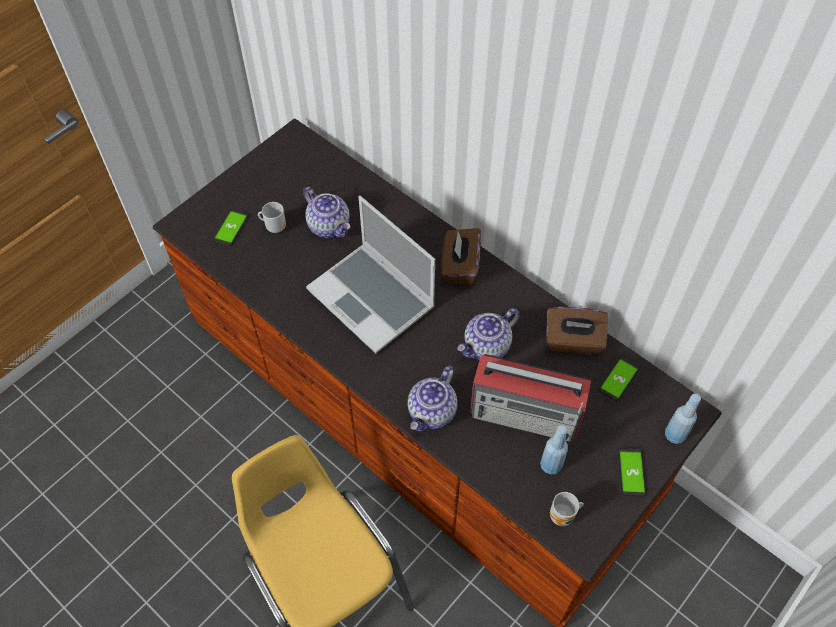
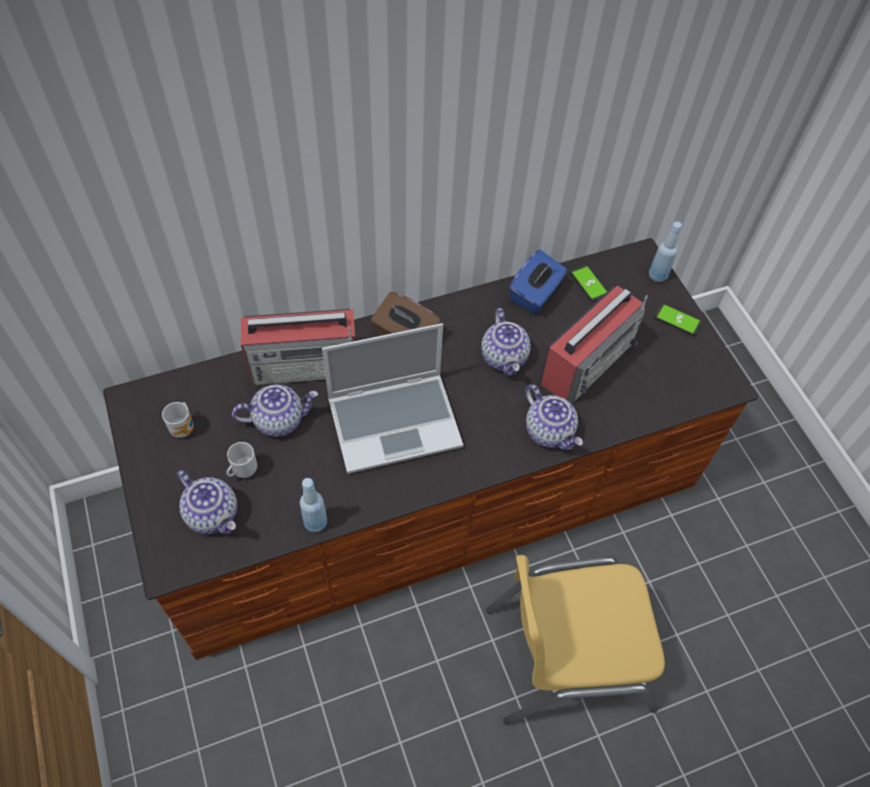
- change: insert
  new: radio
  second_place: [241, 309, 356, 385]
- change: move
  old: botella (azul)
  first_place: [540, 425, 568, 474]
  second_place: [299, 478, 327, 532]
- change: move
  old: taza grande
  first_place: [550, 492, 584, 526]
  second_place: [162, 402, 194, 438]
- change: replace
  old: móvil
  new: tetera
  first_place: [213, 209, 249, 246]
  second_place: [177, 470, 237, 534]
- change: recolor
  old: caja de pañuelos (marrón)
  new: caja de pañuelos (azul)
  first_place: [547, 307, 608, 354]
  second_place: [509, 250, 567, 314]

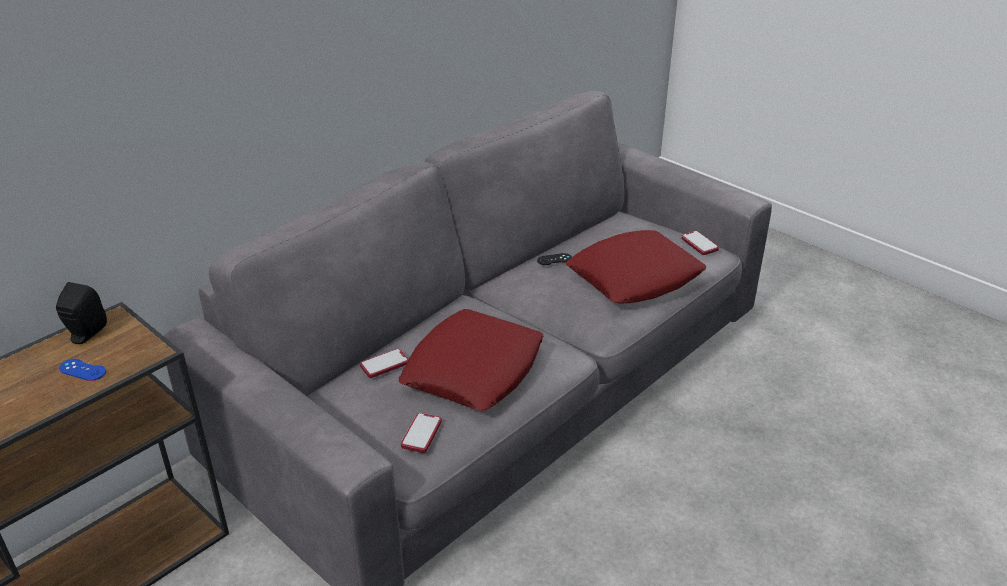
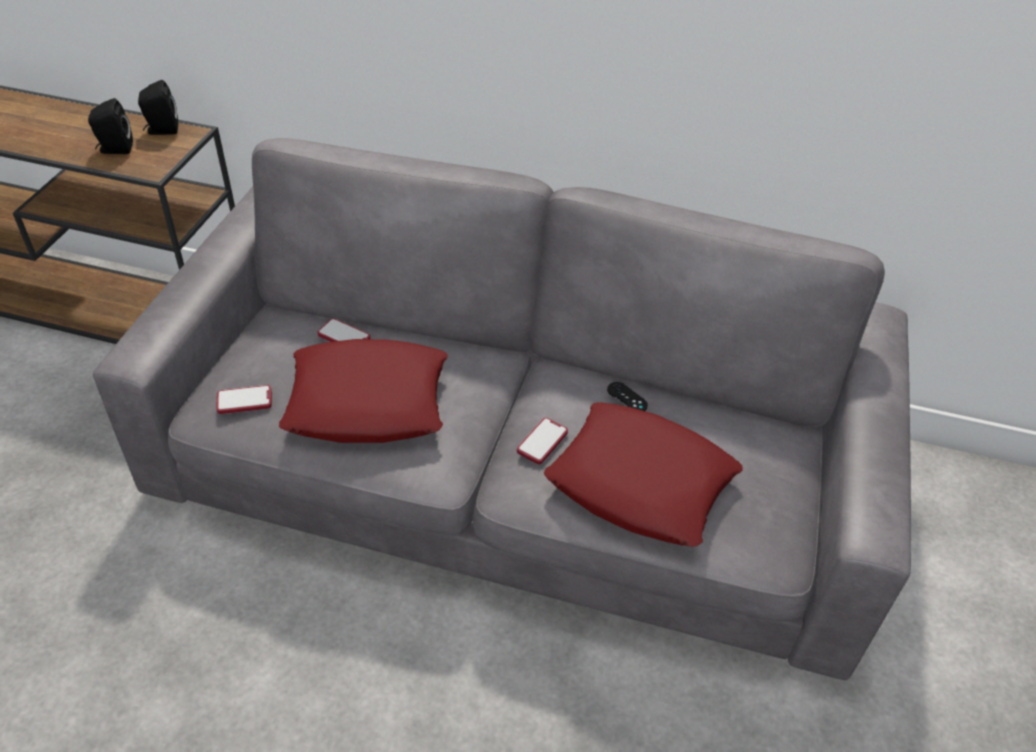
- change: move
  old: móvil
  first_place: [681, 231, 719, 255]
  second_place: [517, 418, 568, 464]
- change: replace
  old: mando de consola (azul)
  new: altavoz (negro)
  first_place: [59, 359, 106, 381]
  second_place: [88, 98, 133, 154]

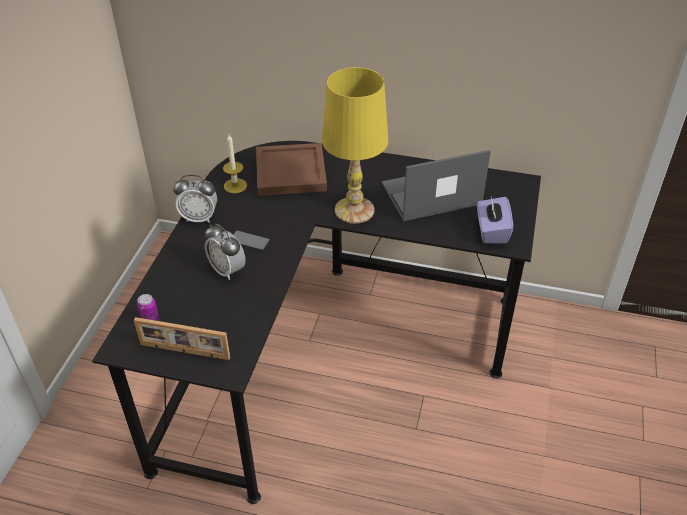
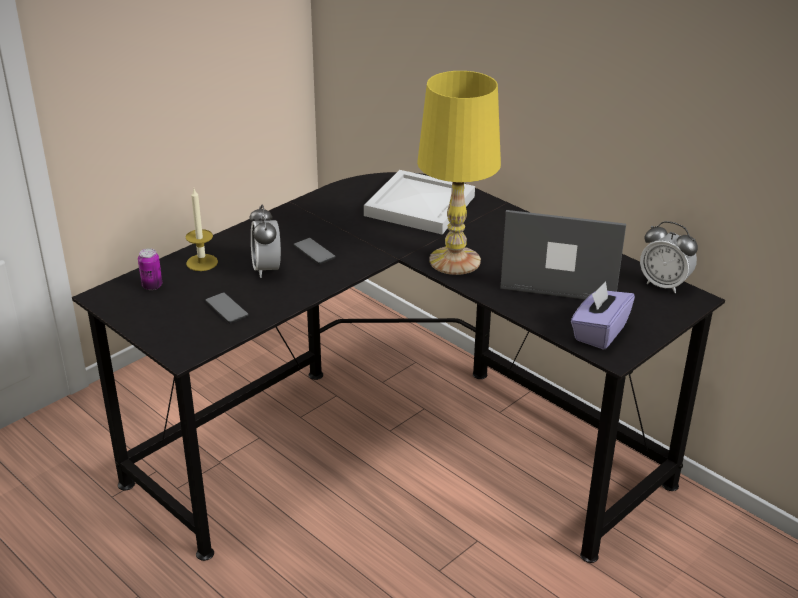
- change: delete
  old: portarretratos
  first_place: [134, 317, 230, 360]
- change: insert
  new: móvil
  second_place: [205, 292, 249, 324]
- change: move
  old: despertador
  first_place: [173, 175, 217, 223]
  second_place: [640, 221, 698, 293]
- change: move
  old: vela
  first_place: [223, 134, 247, 193]
  second_place: [186, 189, 218, 271]
- change: recolor
  old: bandeja (marrón)
  new: bandeja (blanco)
  first_place: [256, 143, 327, 196]
  second_place: [364, 170, 475, 234]

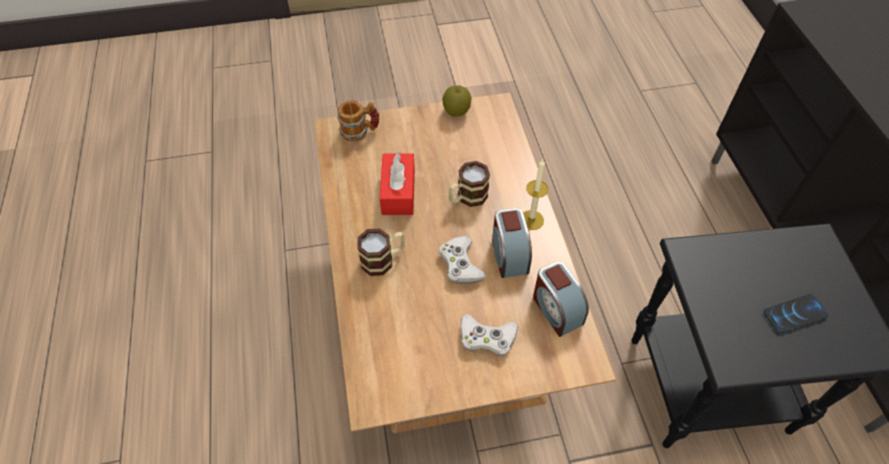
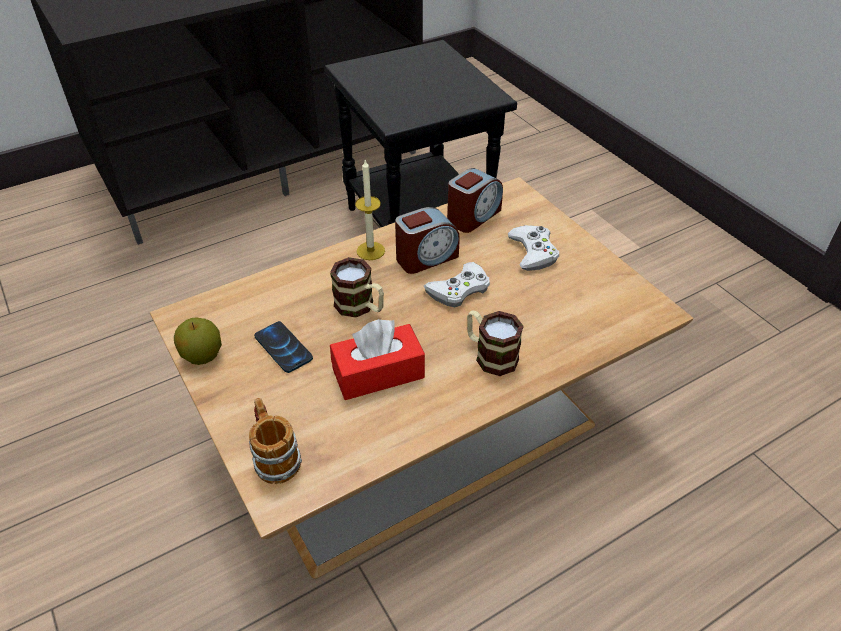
- change: move
  old: móvil
  first_place: [763, 294, 829, 333]
  second_place: [254, 321, 313, 373]

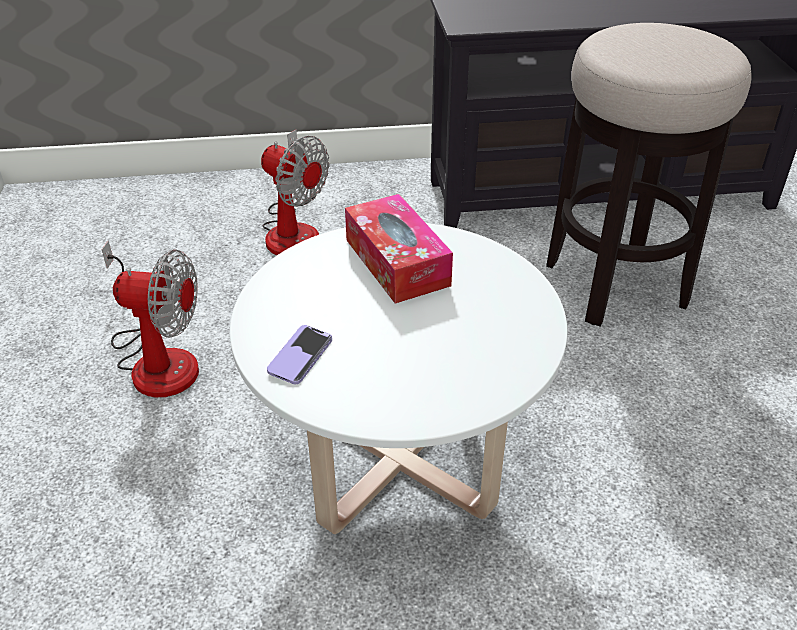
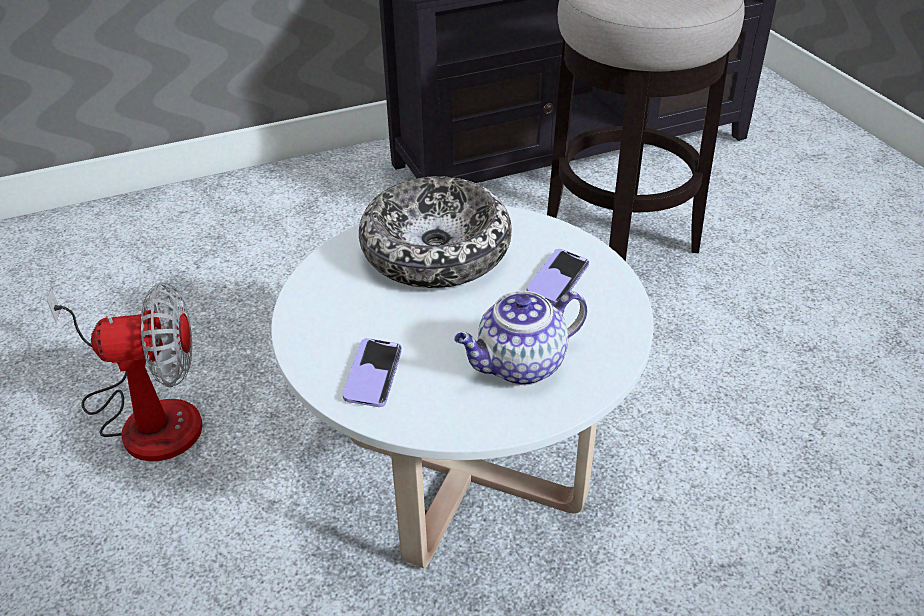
- change: delete
  old: ventilador
  first_place: [261, 130, 330, 255]
- change: insert
  new: tetera
  second_place: [454, 291, 587, 385]
- change: insert
  new: móvil
  second_place: [527, 249, 589, 304]
- change: replace
  old: caja de pañuelos
  new: cuenco
  first_place: [345, 194, 453, 304]
  second_place: [359, 176, 512, 288]

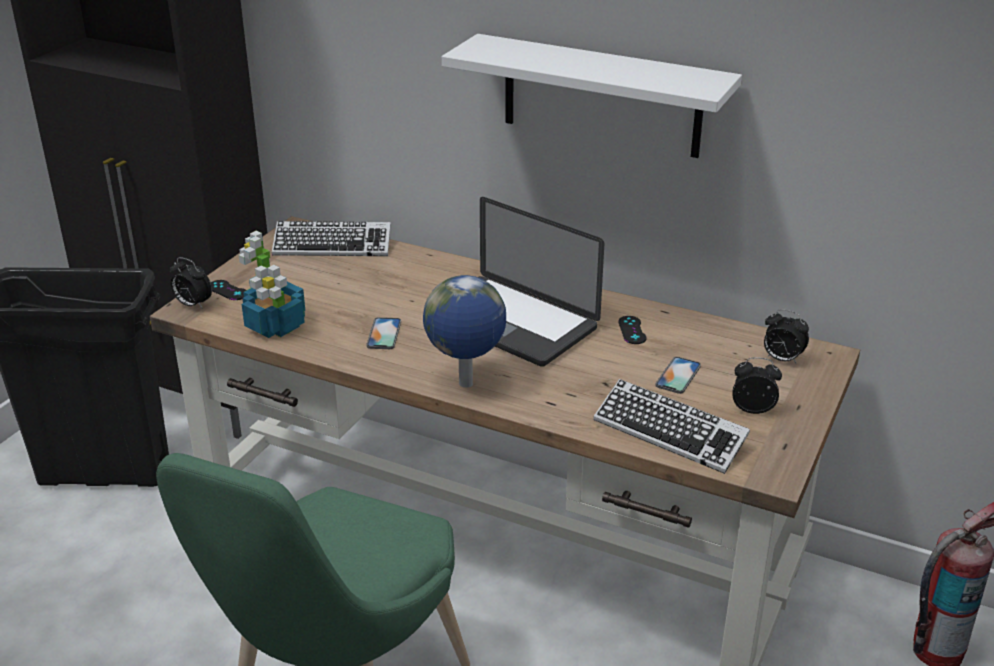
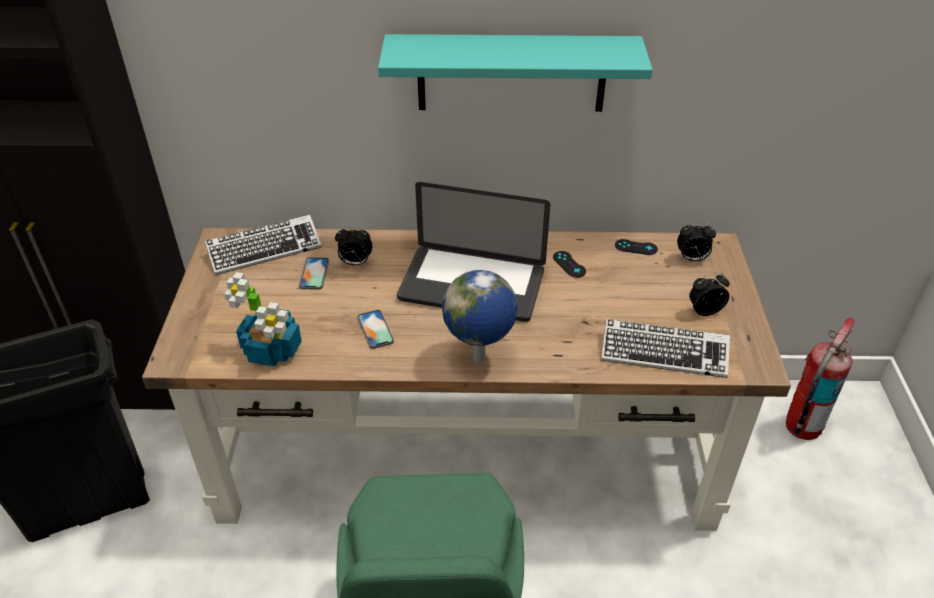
- change: move
  old: despertador
  first_place: [170, 257, 212, 309]
  second_place: [335, 226, 373, 266]
- change: move
  old: mando de consola (negro)
  first_place: [211, 280, 246, 300]
  second_place: [615, 239, 658, 255]
- change: move
  old: móvil
  first_place: [656, 357, 701, 394]
  second_place: [299, 257, 329, 290]
- change: recolor
  old: estante (blanco)
  new: estante (turquesa)
  first_place: [442, 34, 742, 158]
  second_place: [378, 34, 653, 112]

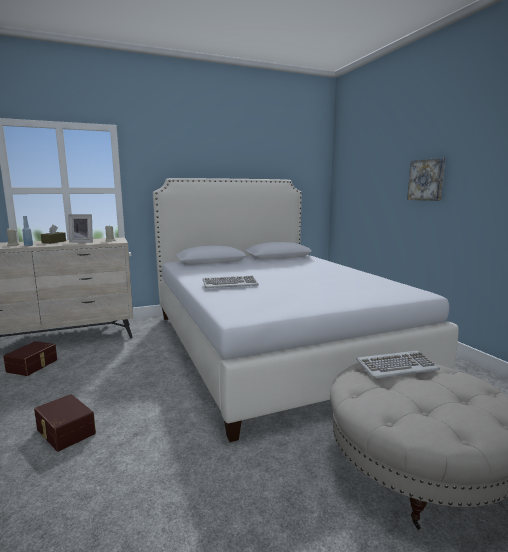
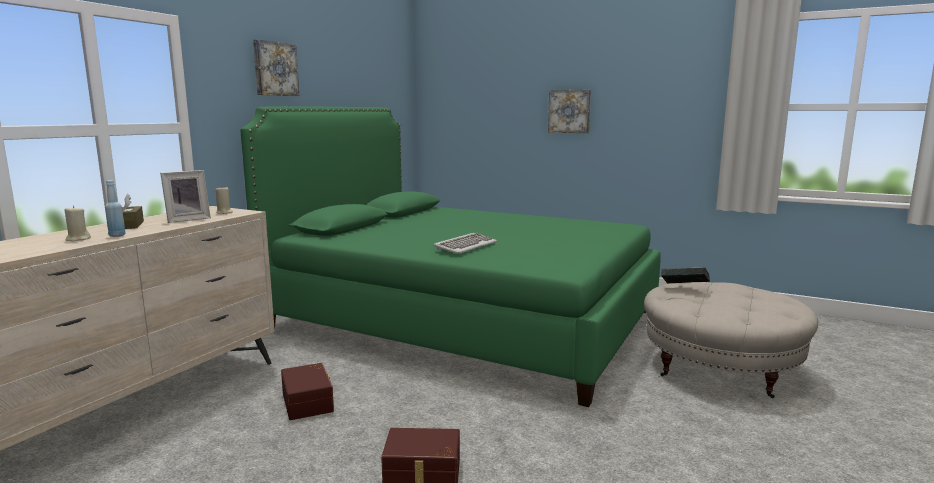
- change: insert
  new: cuadro
  second_place: [253, 39, 299, 96]
- change: move
  old: caja de almacenaje (marrón)
  first_place: [3, 341, 57, 376]
  second_place: [281, 363, 334, 420]
- change: replace
  old: teclado
  new: libro
  first_place: [356, 351, 440, 378]
  second_place: [661, 267, 710, 284]
- change: recolor
  old: cama (blanco)
  new: cama (verde)
  first_place: [153, 178, 459, 442]
  second_place: [241, 106, 661, 407]

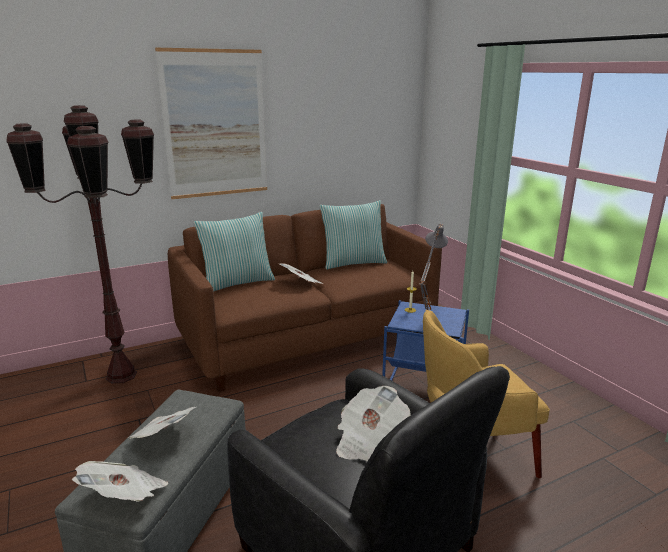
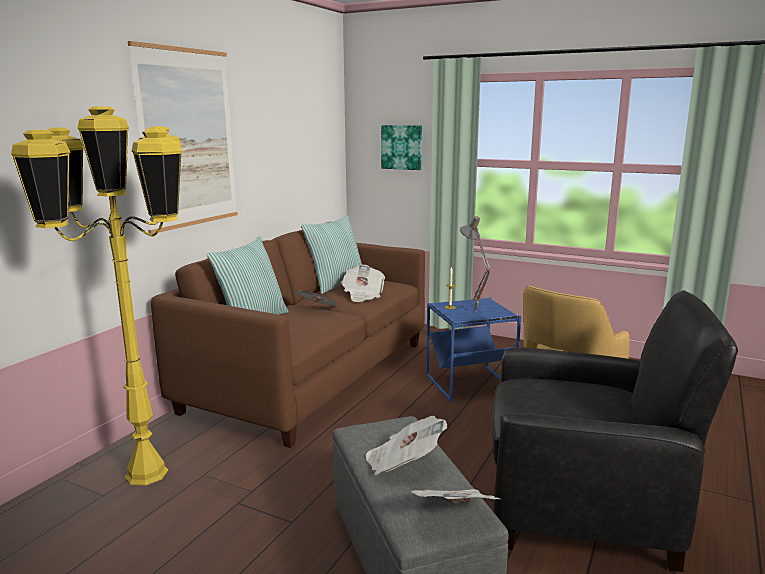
- change: insert
  new: cuadro
  second_place: [381, 125, 422, 170]
- change: move
  old: periódico
  first_place: [336, 386, 411, 461]
  second_place: [341, 265, 385, 302]
- change: recolor
  old: lámpara de pie (marrón)
  new: lámpara de pie (amarillo)
  first_place: [6, 105, 154, 384]
  second_place: [11, 106, 182, 486]

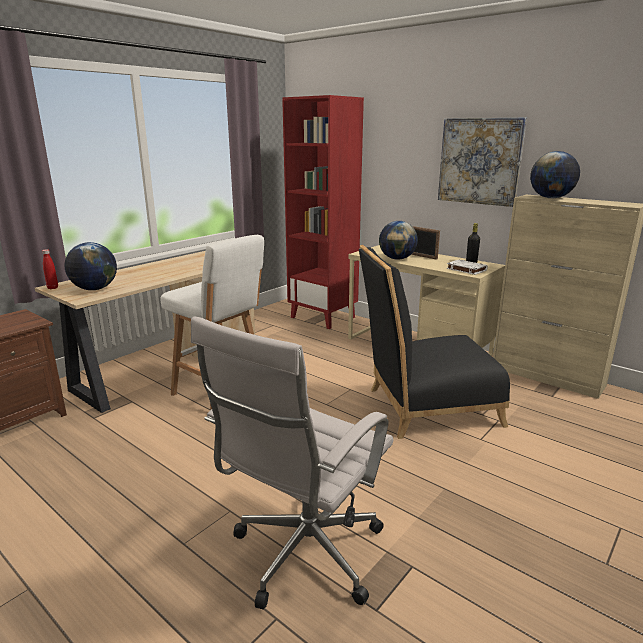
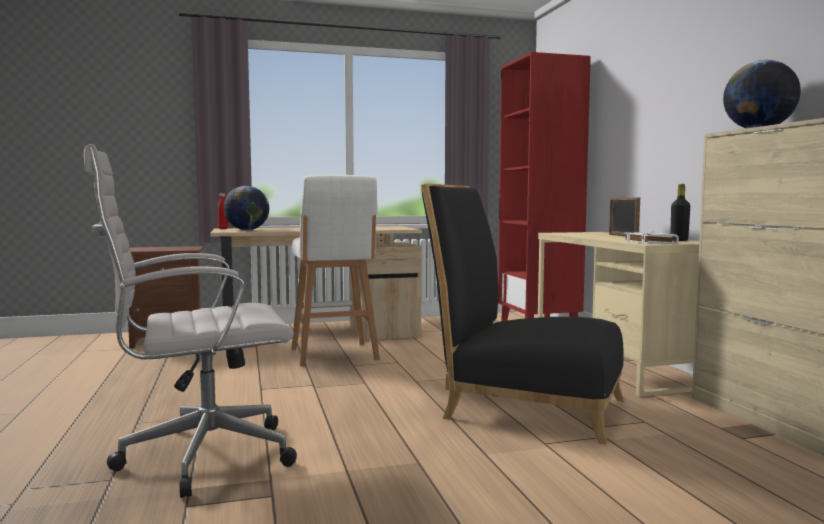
- change: delete
  old: globo terráqueo
  first_place: [379, 221, 418, 260]
- change: delete
  old: cuadro
  first_place: [438, 117, 527, 207]

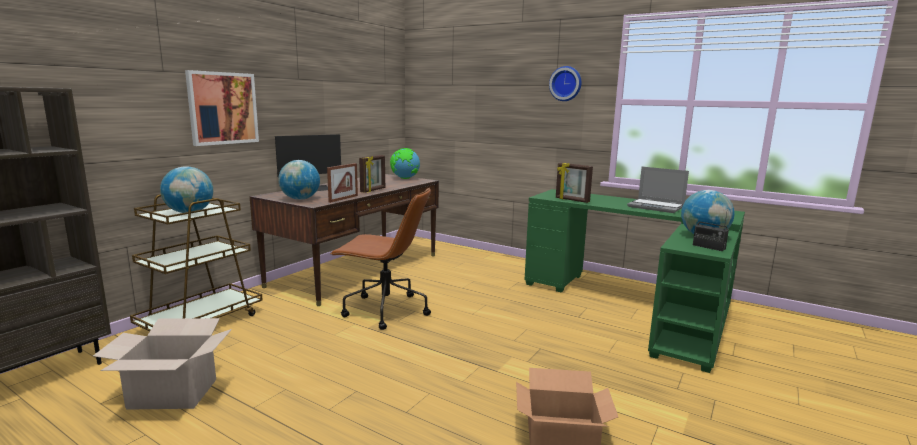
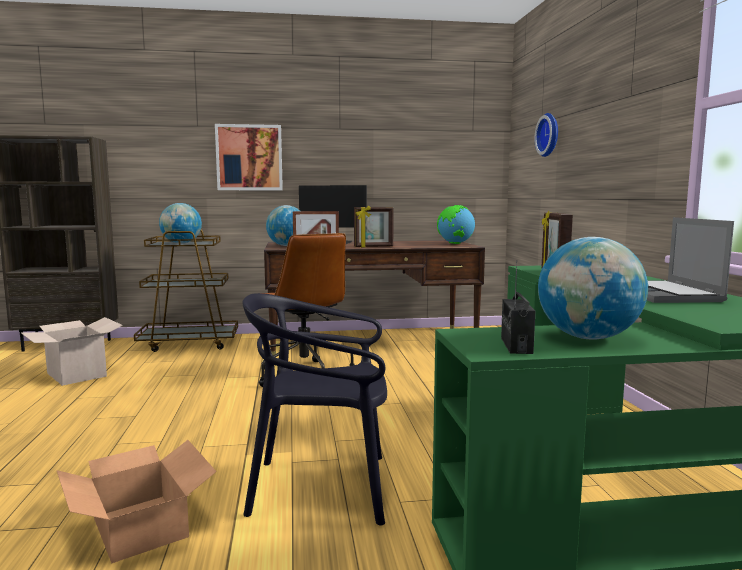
- change: insert
  new: silla (negro)
  second_place: [242, 293, 387, 526]
- change: move
  old: reloj de pared
  first_place: [549, 66, 582, 101]
  second_place: [535, 113, 558, 157]

